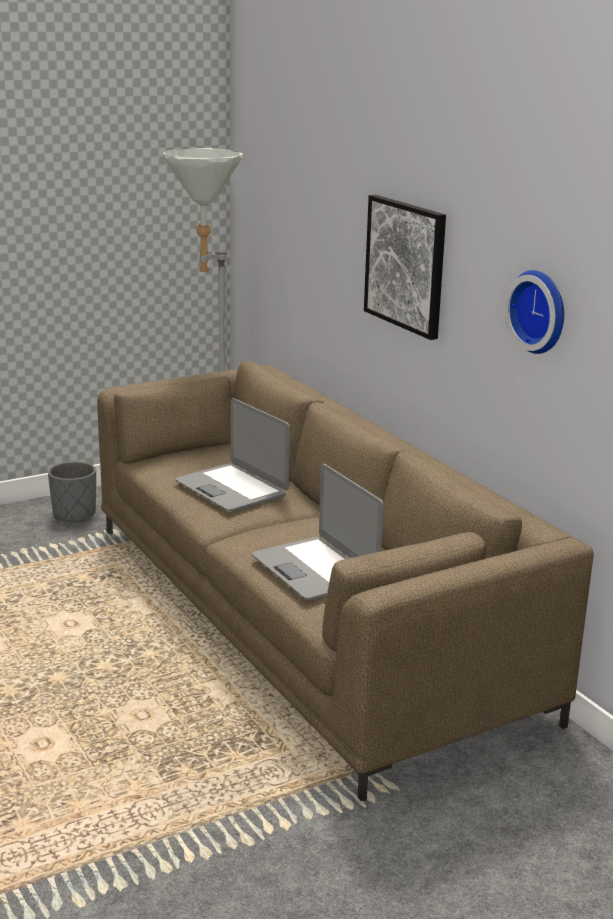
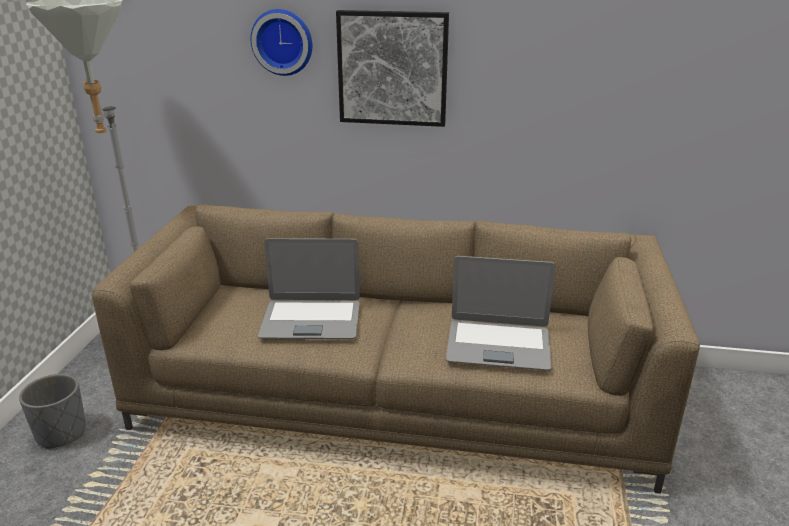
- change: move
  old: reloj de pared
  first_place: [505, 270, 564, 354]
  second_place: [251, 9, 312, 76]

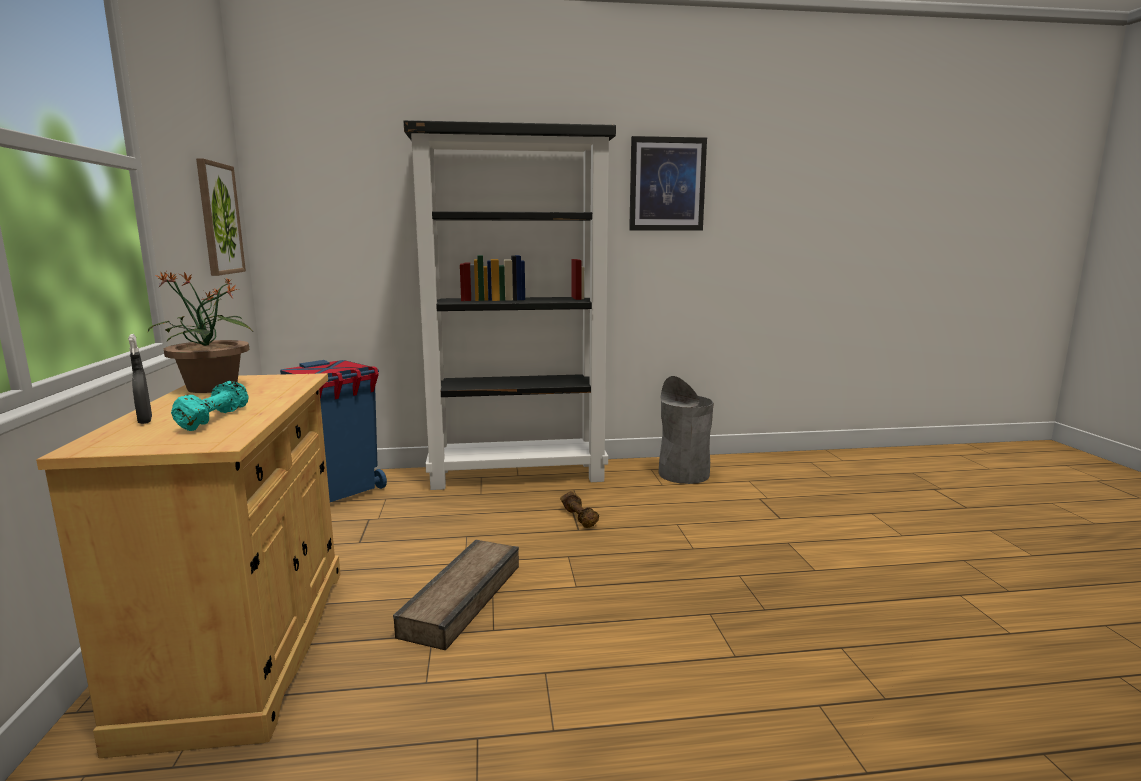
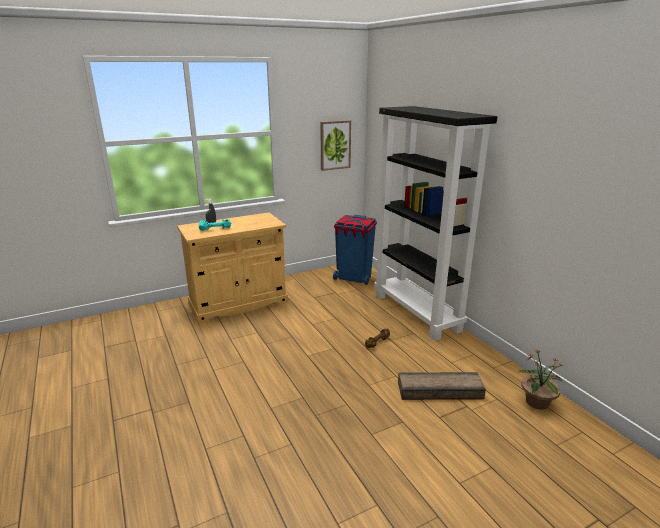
- change: delete
  old: cuadro
  first_place: [629, 136, 707, 231]
- change: delete
  old: papelera (gris)
  first_place: [659, 376, 714, 484]
- change: move
  old: planta en maceta
  first_place: [148, 272, 252, 393]
  second_place: [518, 349, 562, 410]
- change: move
  old: caja de embalaje
  first_place: [393, 540, 519, 650]
  second_place: [398, 372, 486, 400]

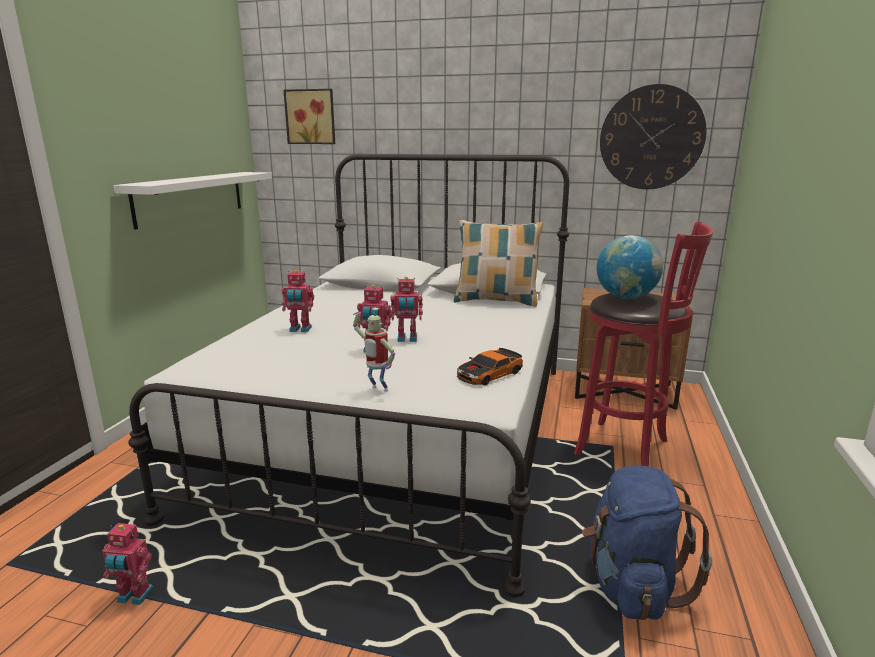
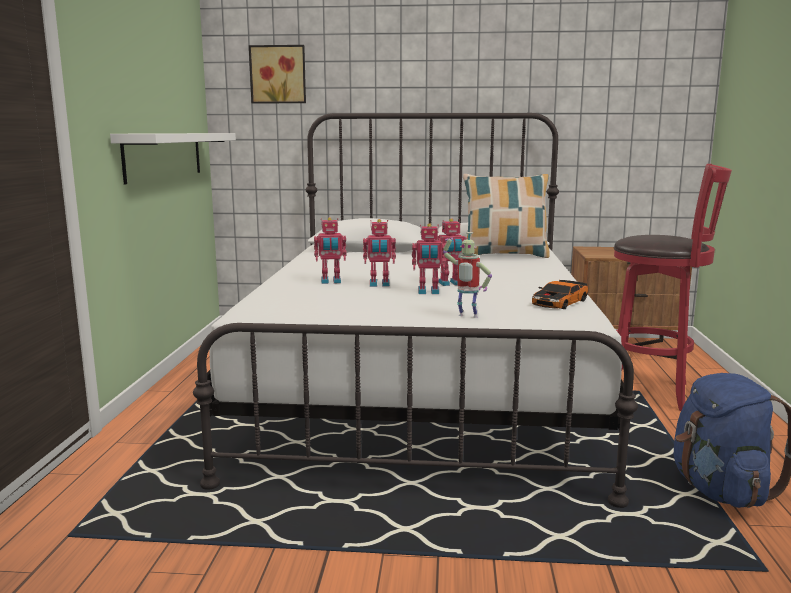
- change: delete
  old: globo terráqueo
  first_place: [597, 235, 663, 299]
- change: delete
  old: reloj de pared
  first_place: [600, 84, 707, 189]
- change: move
  old: robot de juguete
  first_place: [102, 523, 153, 605]
  second_place: [363, 219, 396, 287]

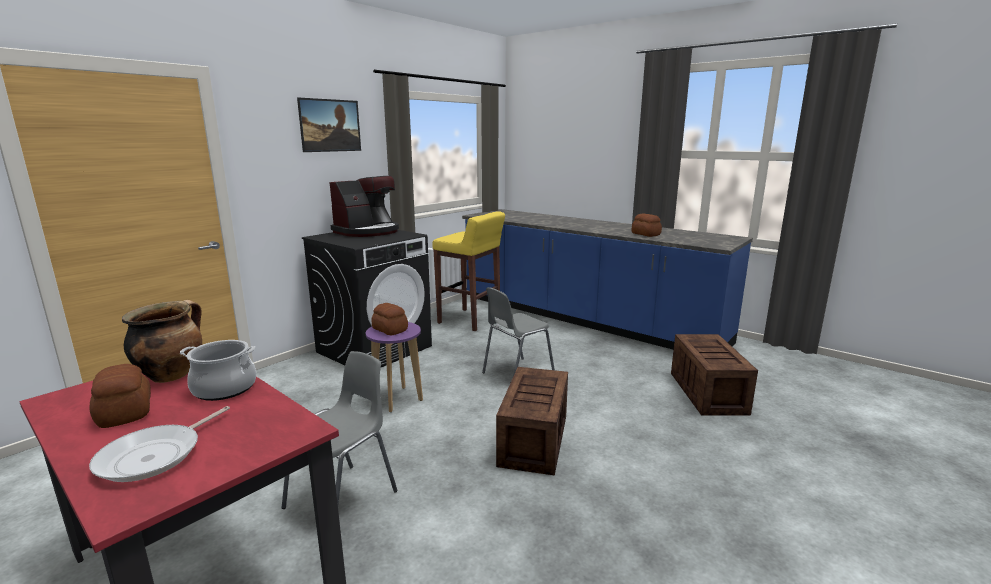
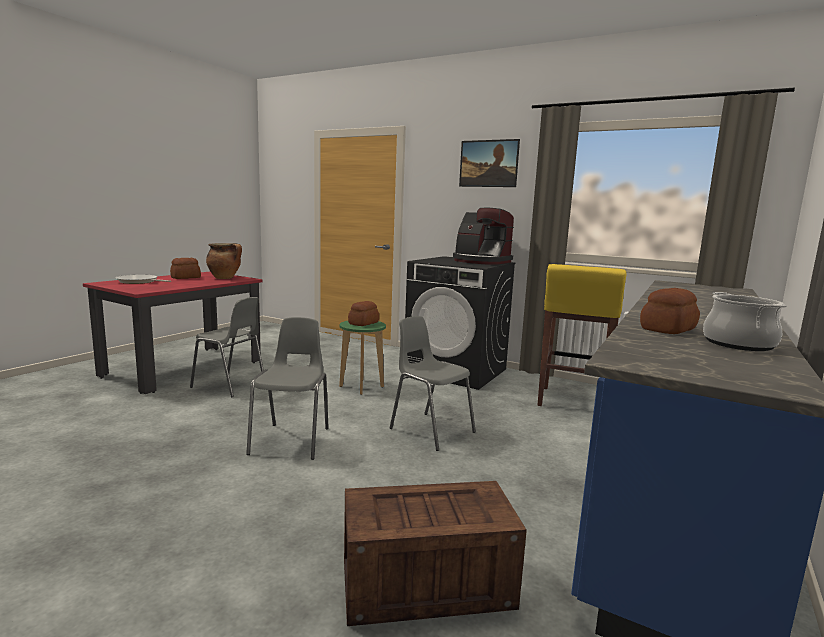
- change: move
  old: olla
  first_place: [180, 340, 256, 401]
  second_place: [703, 292, 787, 351]
- change: replace
  old: caja de embalaje
  new: silla (gris)
  first_place: [496, 367, 568, 476]
  second_place: [246, 317, 329, 460]
- change: recolor
  old: taburete (morado)
  new: taburete (verde)
  first_place: [366, 322, 423, 412]
  second_place: [339, 321, 386, 395]

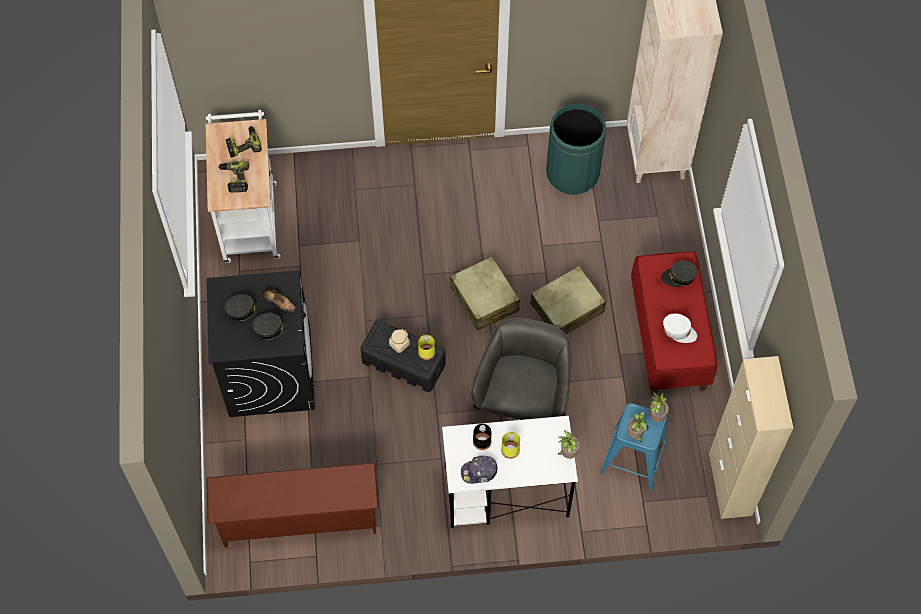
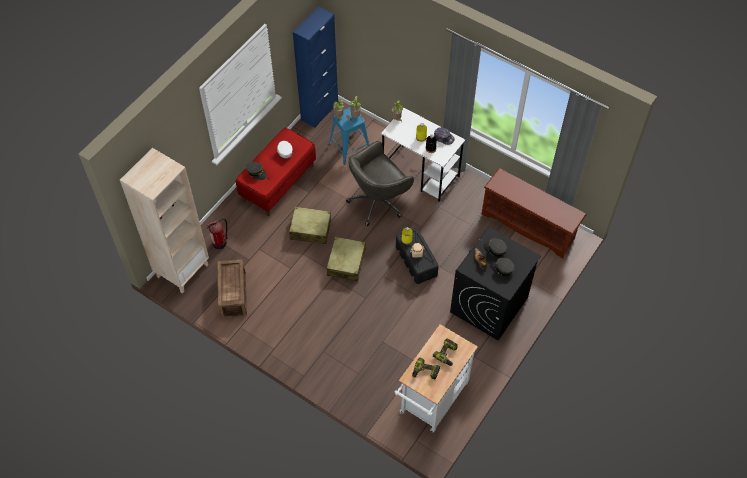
- change: insert
  new: extintor
  second_place: [207, 218, 228, 249]
- change: replace
  old: papelera (verde)
  new: caja de embalaje
  first_place: [546, 104, 606, 195]
  second_place: [217, 259, 247, 318]
- change: recolor
  old: armario (beis)
  new: armario (azul)
  first_place: [709, 356, 793, 519]
  second_place: [293, 6, 338, 128]

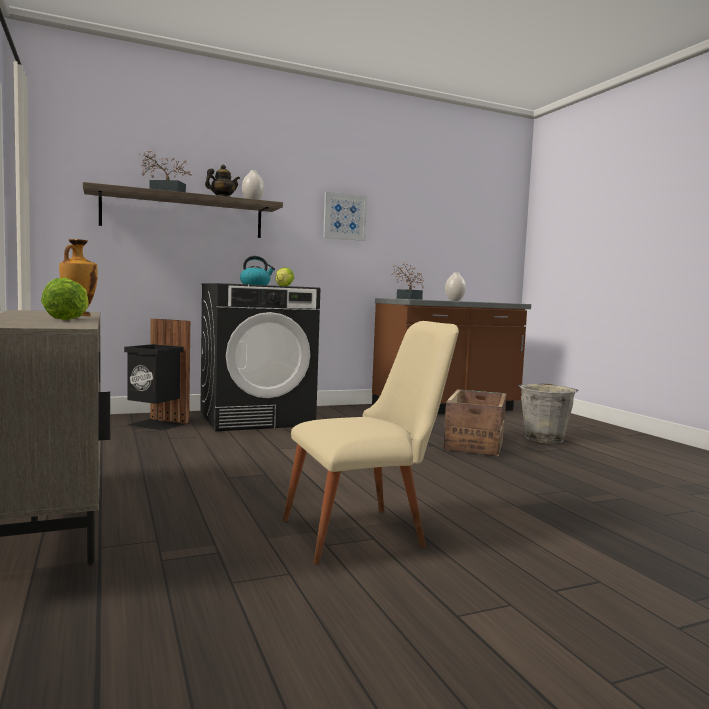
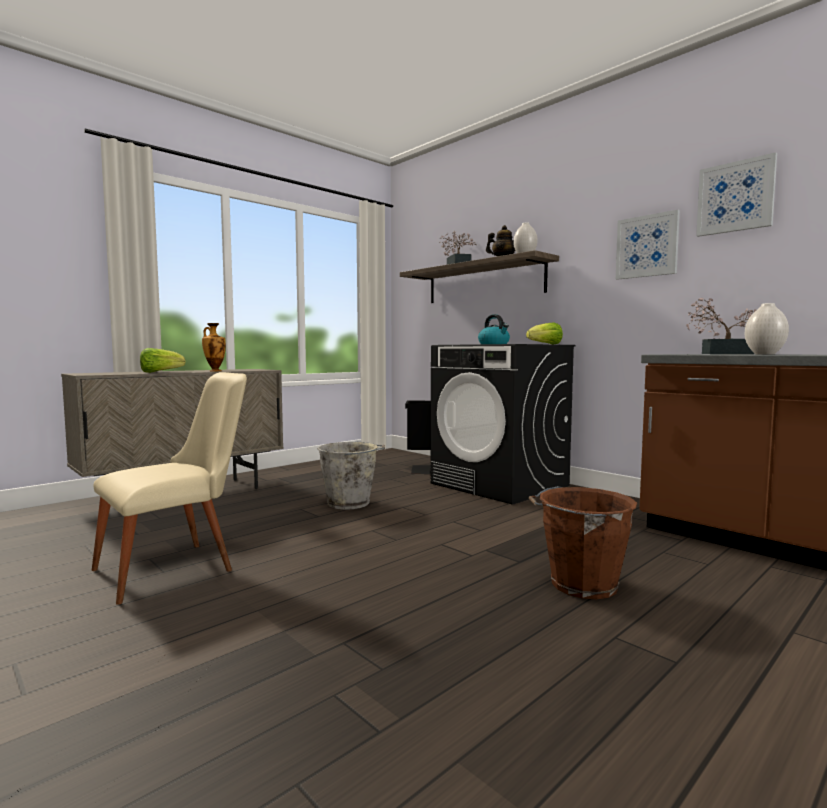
- change: insert
  new: cuadro
  second_place: [696, 152, 777, 237]
- change: move
  old: cubo (gris)
  first_place: [518, 383, 579, 444]
  second_place: [317, 442, 385, 510]
- change: replace
  old: caja de embalaje
  new: cubo (marrón)
  first_place: [443, 389, 506, 456]
  second_place: [528, 486, 637, 599]
- change: rotate
  old: silla (beis)
  first_place: [283, 321, 459, 564]
  second_place: [92, 372, 247, 605]
  degrees: -90

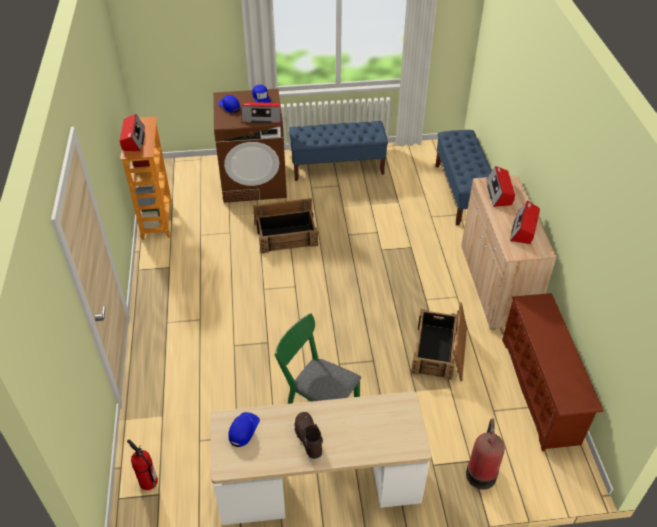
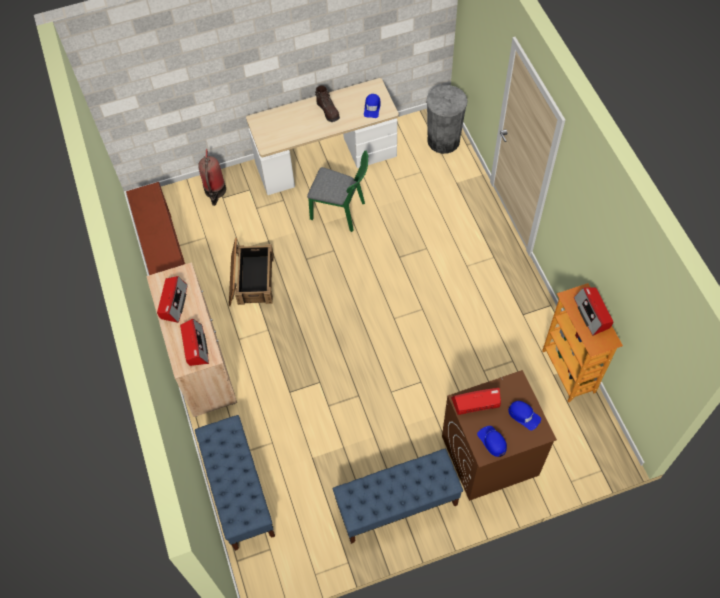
- change: delete
  old: caja de embalaje
  first_place: [253, 198, 318, 253]
- change: replace
  old: extintor
  new: papelera (gris)
  first_place: [127, 439, 158, 490]
  second_place: [426, 85, 468, 154]

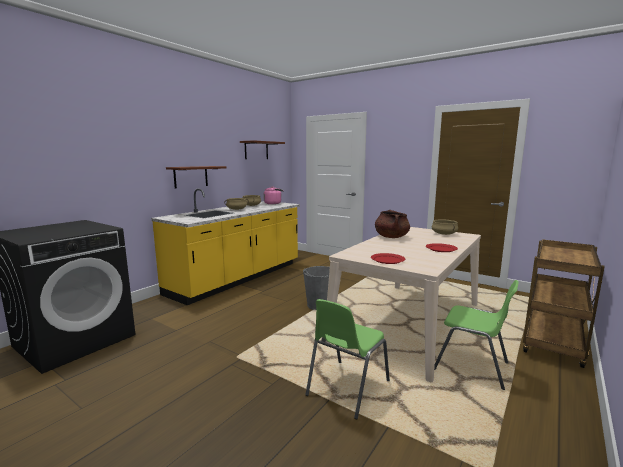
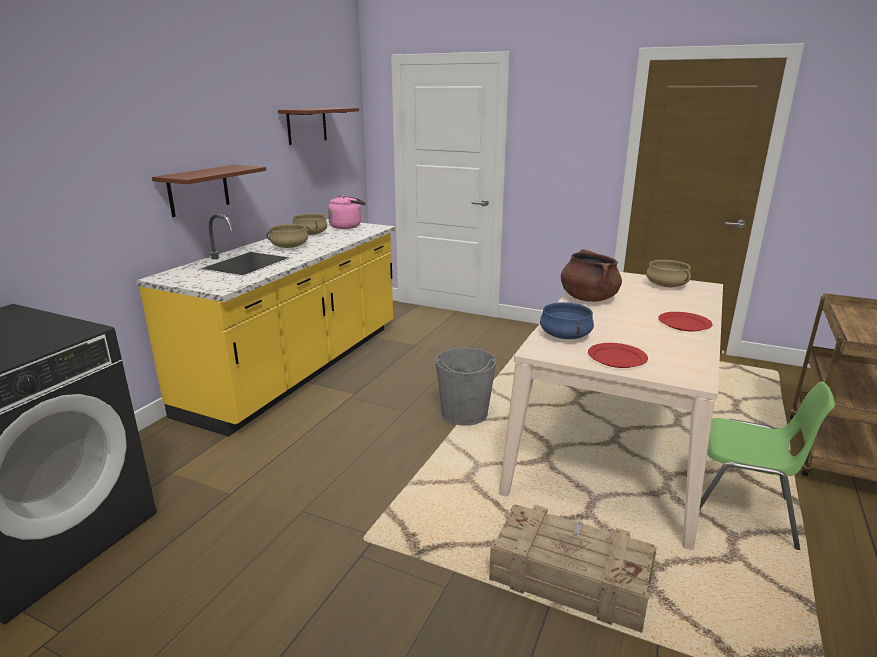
- change: insert
  new: olla (azul)
  second_place: [540, 302, 594, 339]
- change: replace
  old: silla (verde)
  new: caja de embalaje
  first_place: [305, 299, 390, 419]
  second_place: [489, 504, 657, 633]

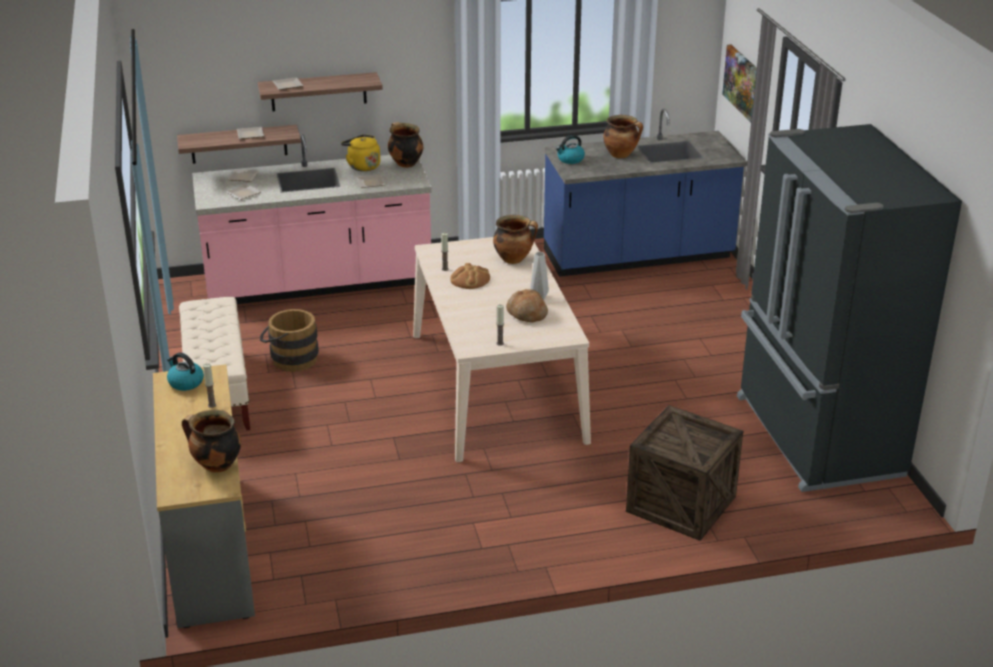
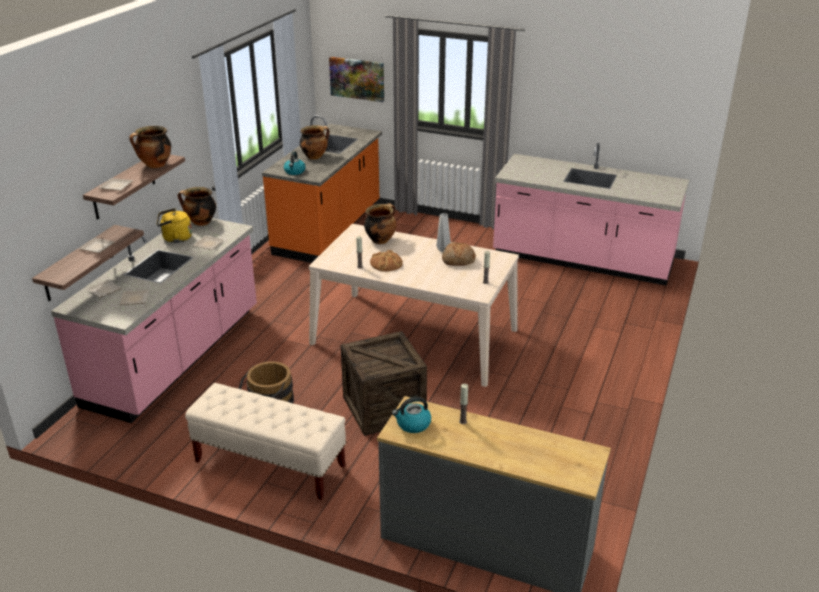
- change: move
  old: olla
  first_place: [182, 410, 241, 473]
  second_place: [129, 126, 171, 168]
- change: move
  old: caja de embalaje
  first_place: [626, 405, 743, 541]
  second_place: [341, 331, 427, 436]
- change: replace
  old: nevera (negro)
  new: mueble bajo de cocina (rosa)
  first_place: [737, 124, 962, 492]
  second_place: [493, 143, 689, 285]
- change: recolor
  old: mueble bajo de cocina (azul)
  new: mueble bajo de cocina (naranja)
  first_place: [544, 109, 747, 277]
  second_place: [262, 115, 382, 263]

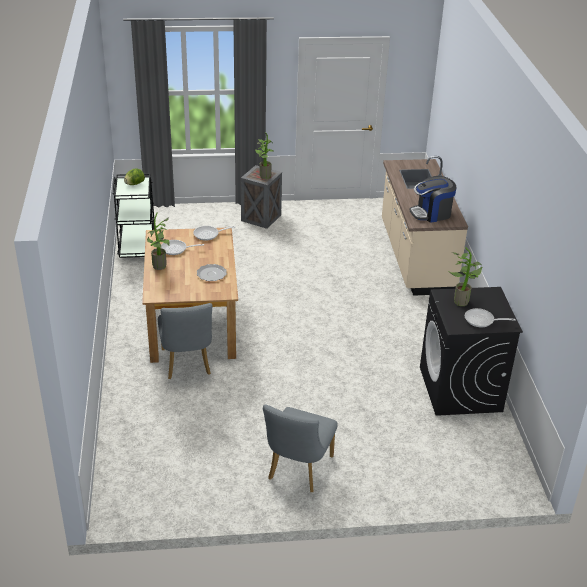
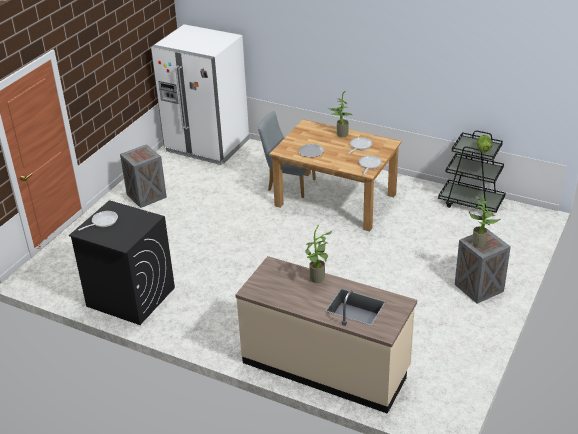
- change: delete
  old: cafetera
  first_place: [410, 176, 457, 223]
- change: insert
  new: nevera (blanco)
  second_place: [151, 24, 249, 165]
- change: move
  old: planta en maceta
  first_place: [448, 247, 483, 306]
  second_place: [305, 225, 332, 283]
- change: replace
  old: silla (gris)
  new: caja de embalaje
  first_place: [263, 405, 338, 492]
  second_place: [120, 144, 167, 208]

